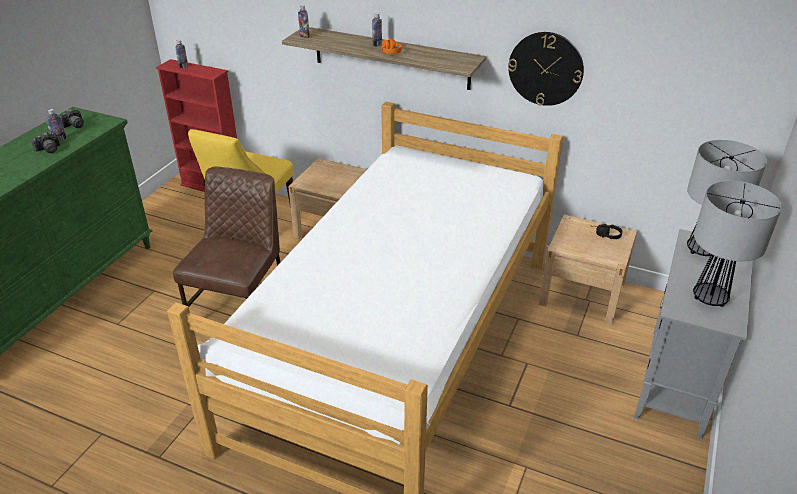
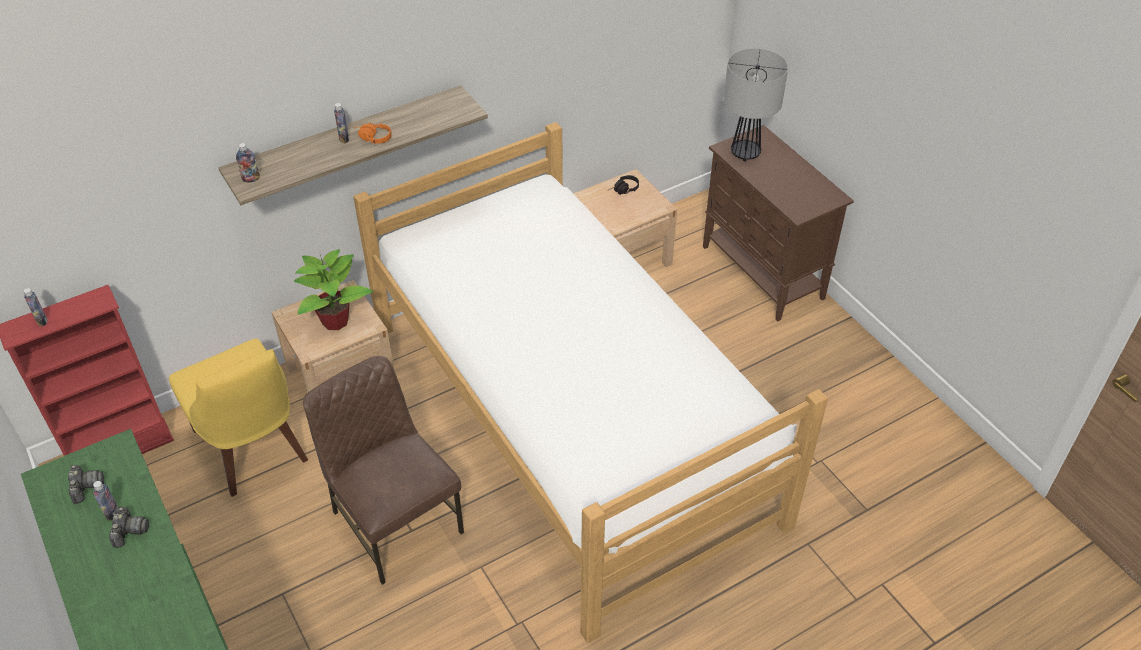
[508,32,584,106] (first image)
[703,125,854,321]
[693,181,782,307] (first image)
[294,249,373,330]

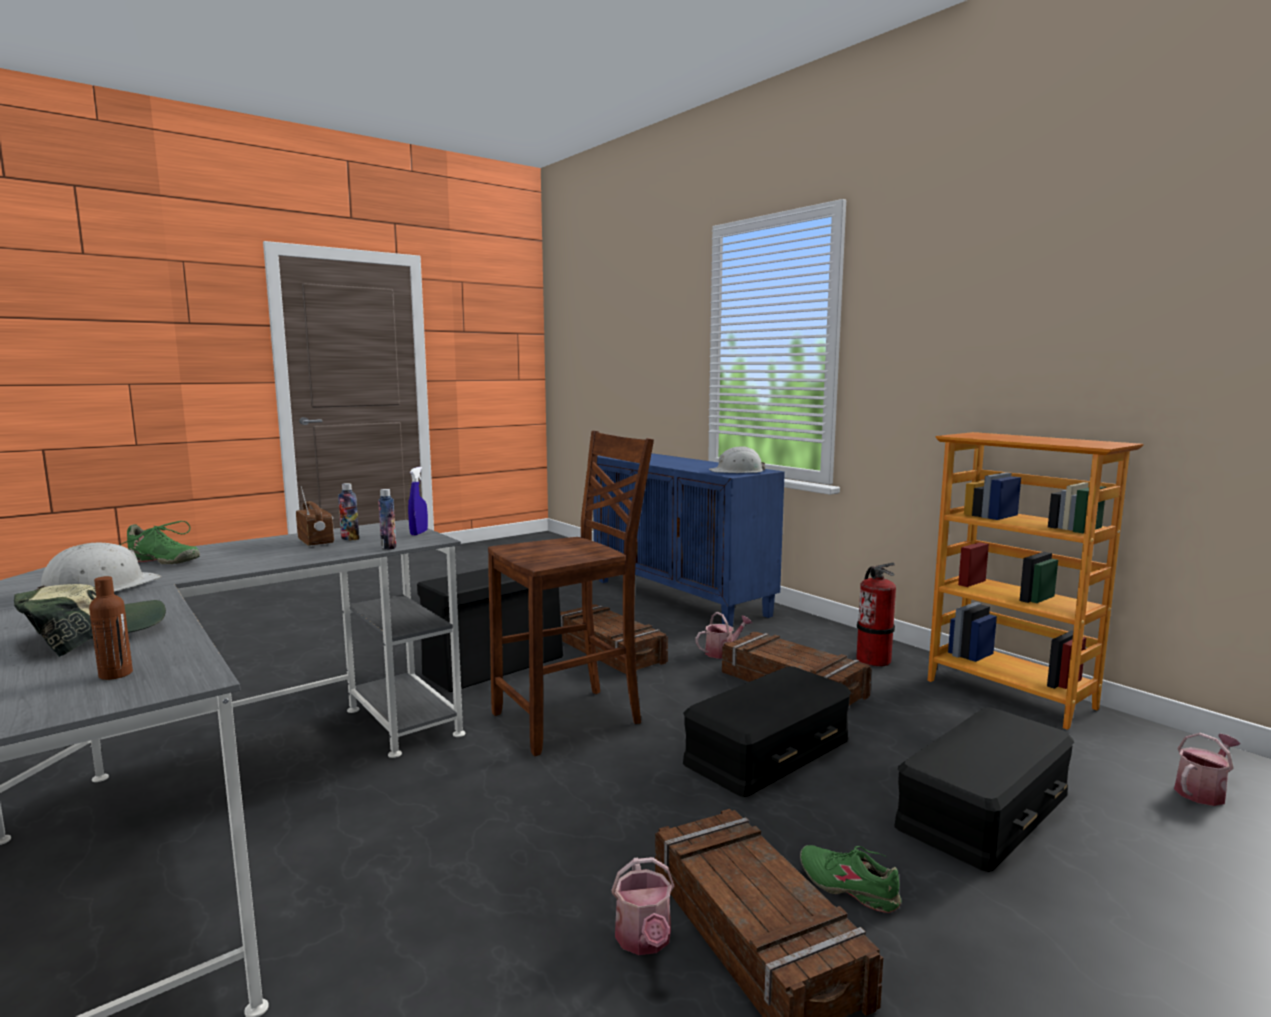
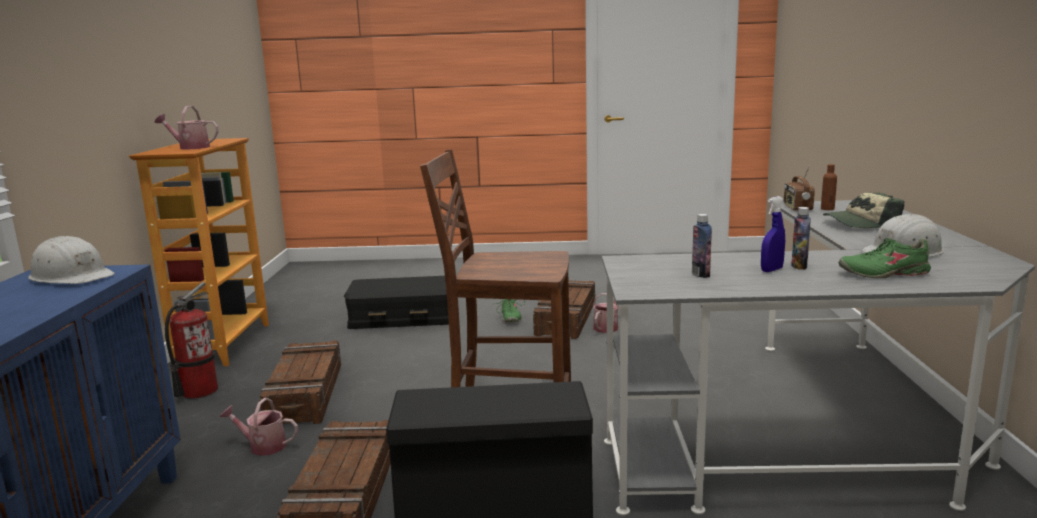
[838,238,931,278]
[784,165,815,211]
[791,207,811,269]
[761,196,785,272]
[683,666,851,797] (first image)
[155,106,219,150]

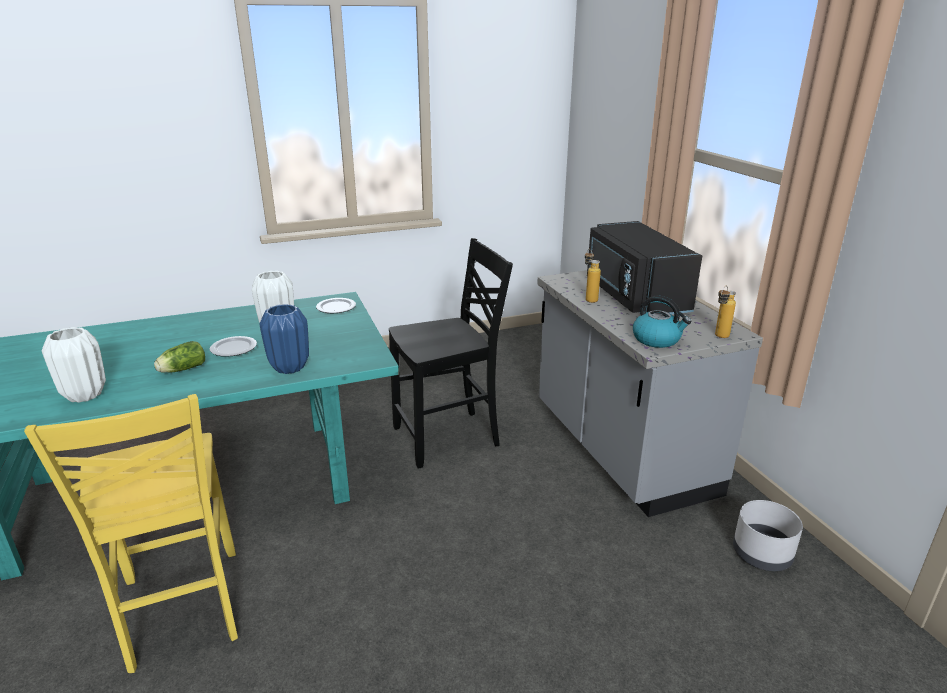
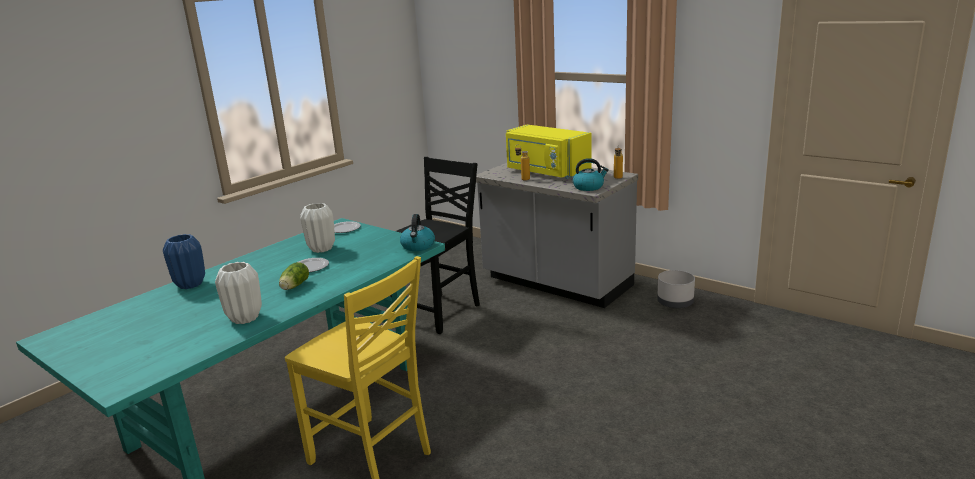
[163,234,205,289]
[506,125,592,179]
[400,214,435,251]

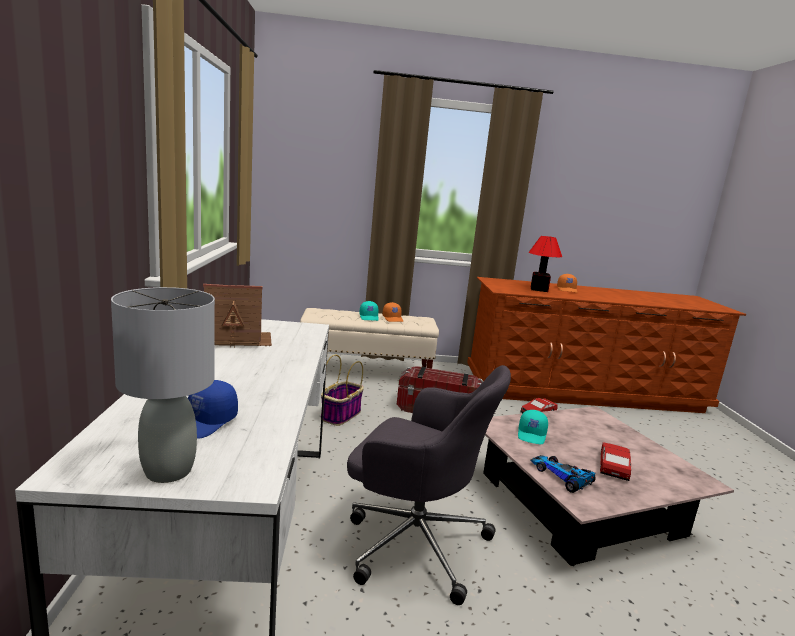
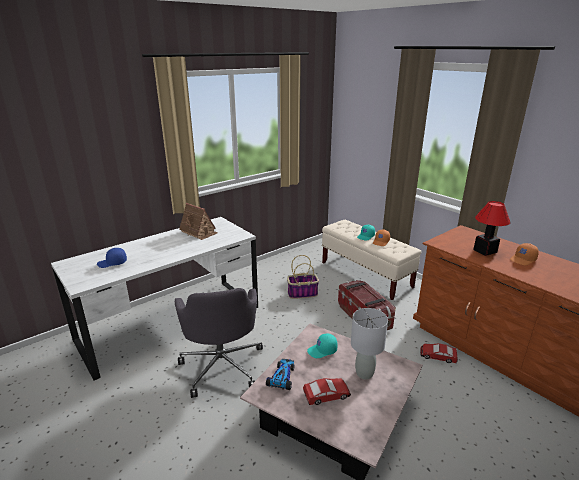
[351,308,388,379]

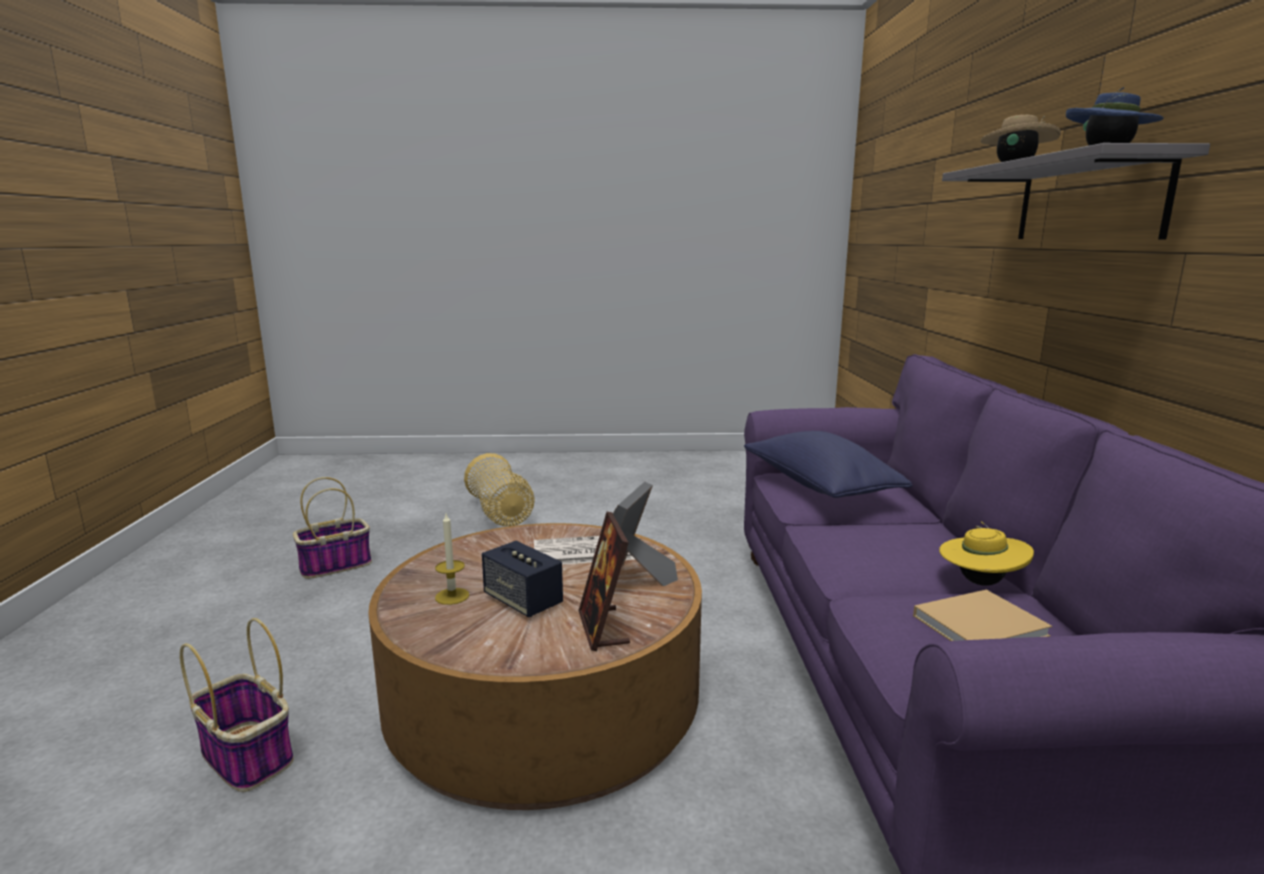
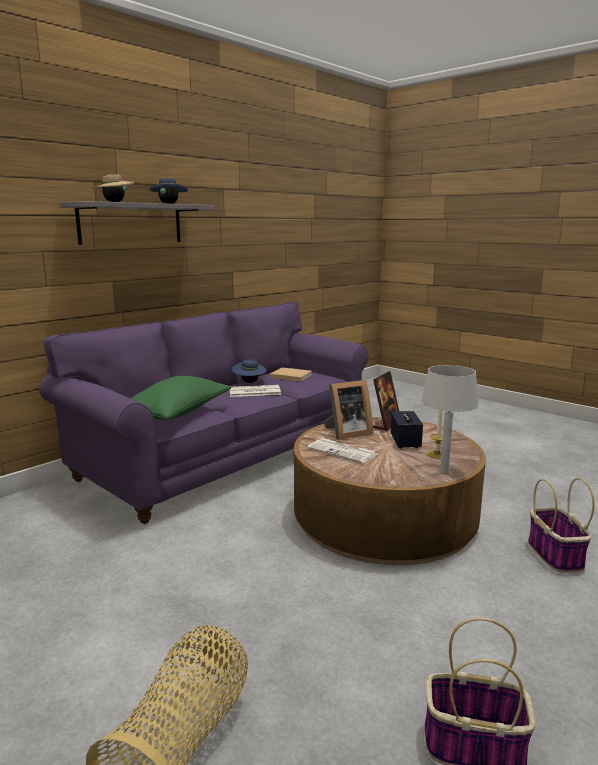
[131,376,231,420]
[232,359,267,383]
[230,385,281,397]
[421,365,479,473]

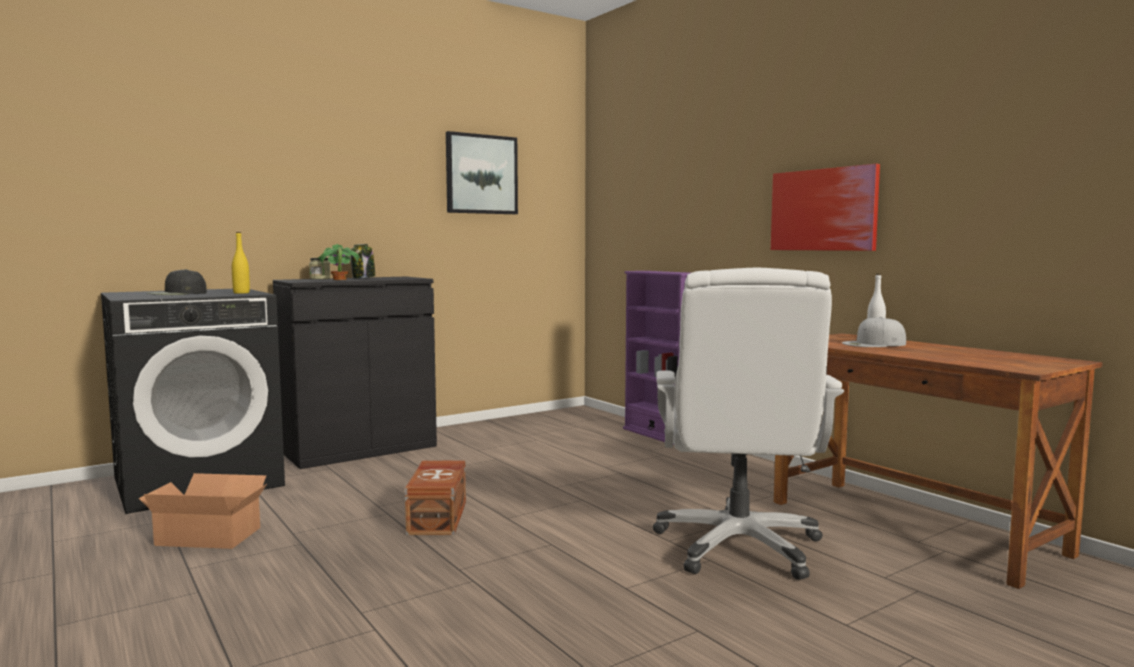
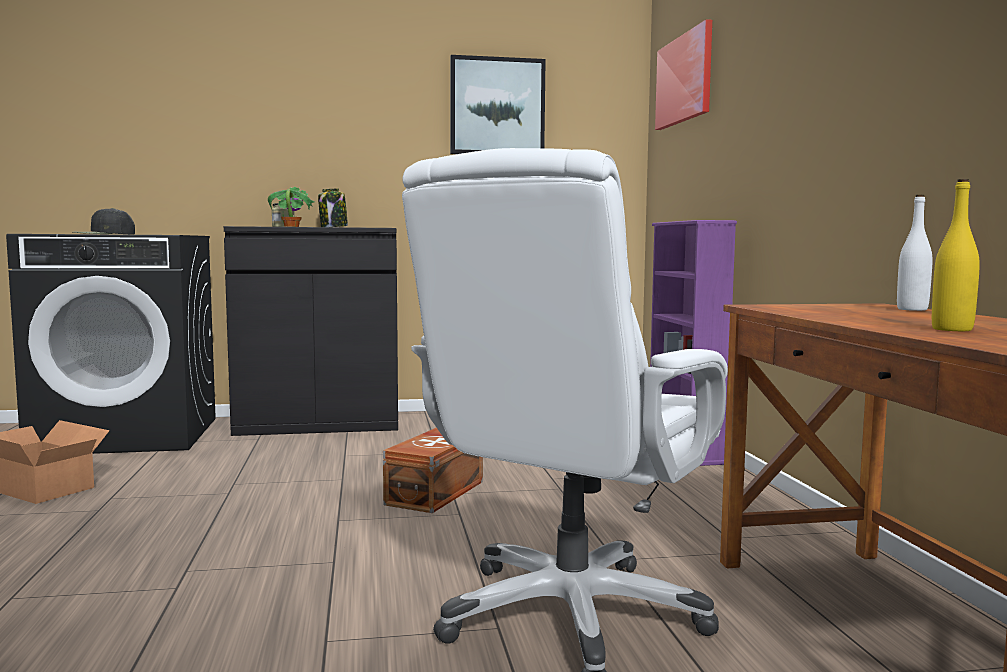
[932,179,980,331]
[383,428,483,513]
[655,19,712,130]
[842,317,906,347] (first image)

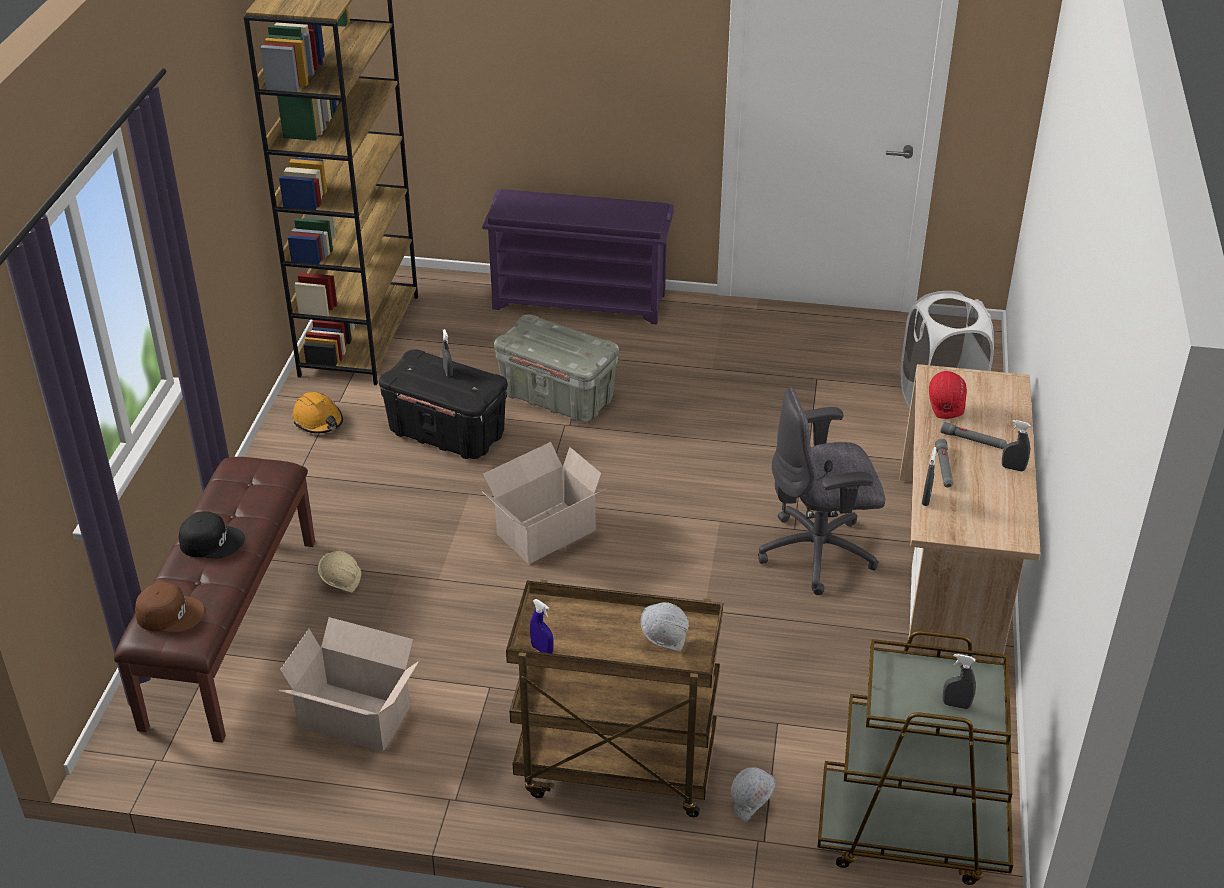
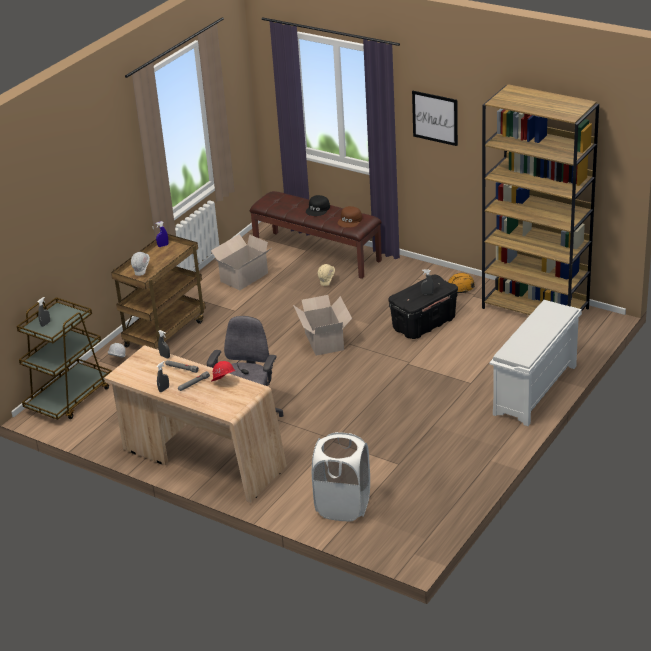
[338,206,362,228]
[489,300,582,426]
[494,315,619,422] (first image)
[412,91,458,146]

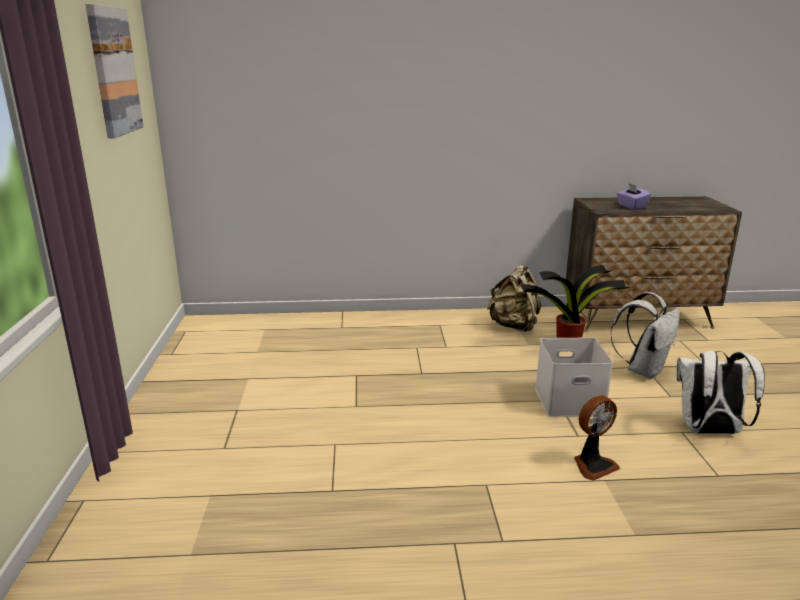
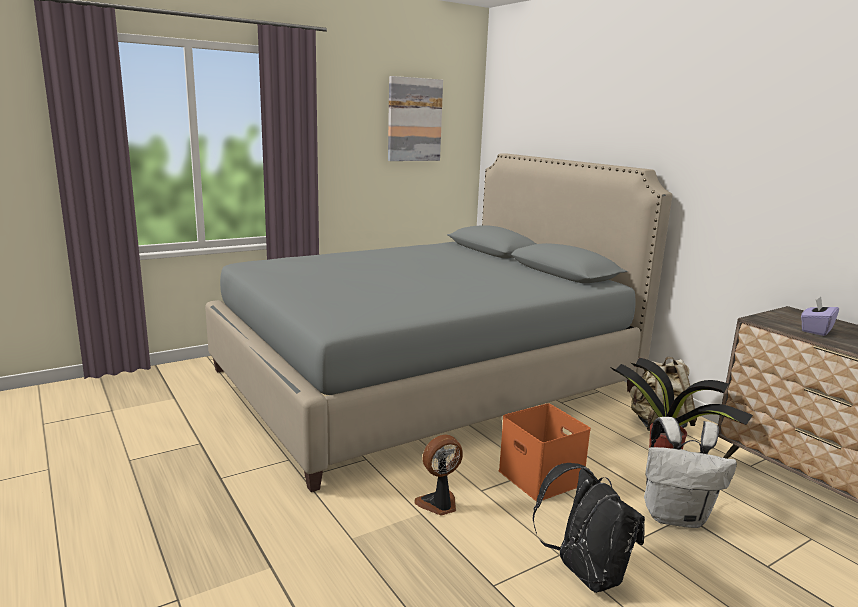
[499,403,591,501]
[414,435,463,516]
[533,463,645,593]
[205,153,672,492]

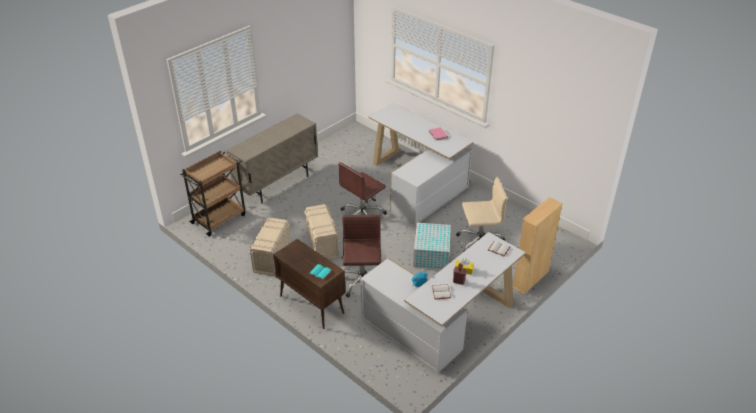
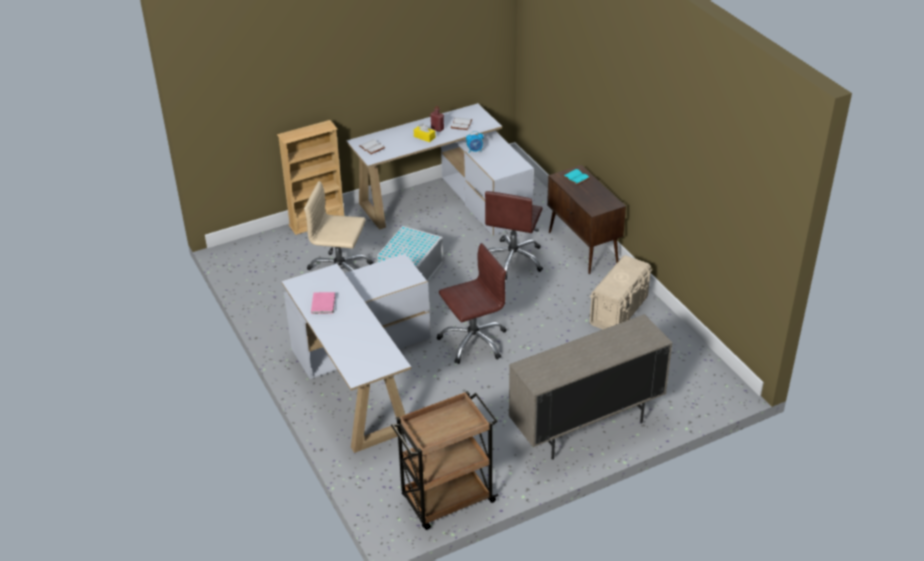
[391,391,499,530]
[304,204,339,259] (first image)

